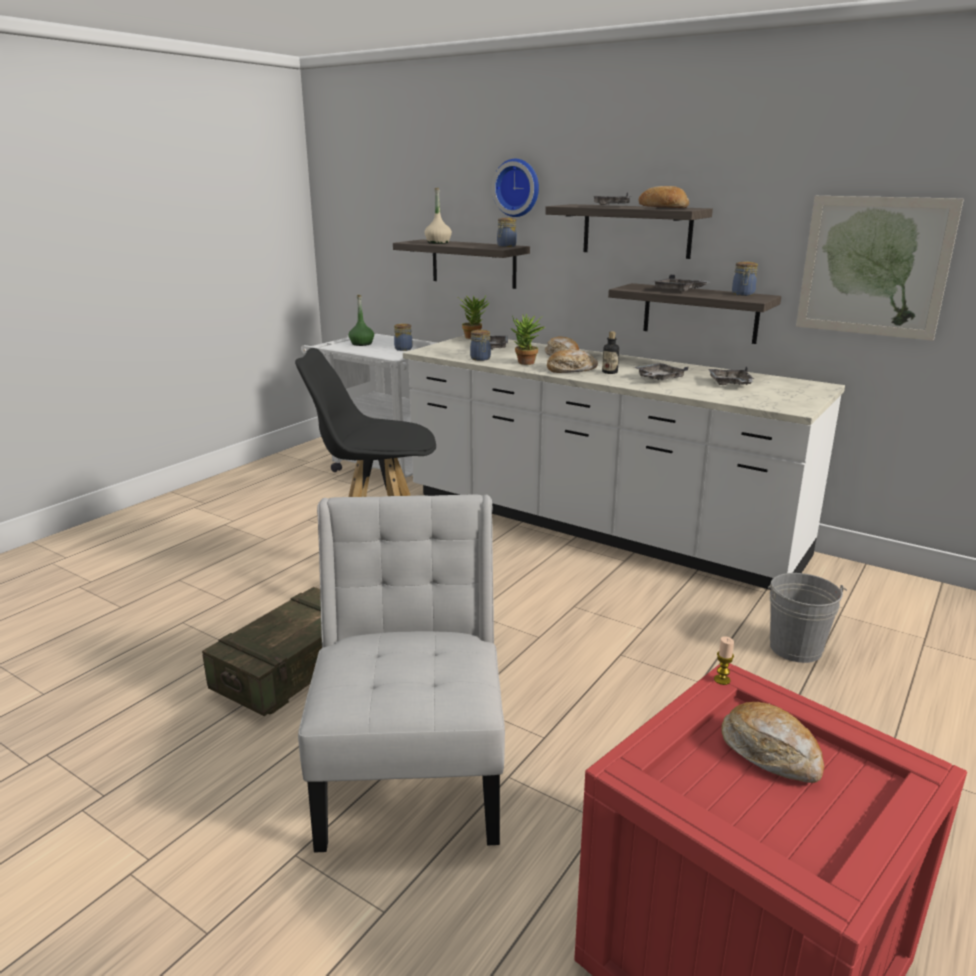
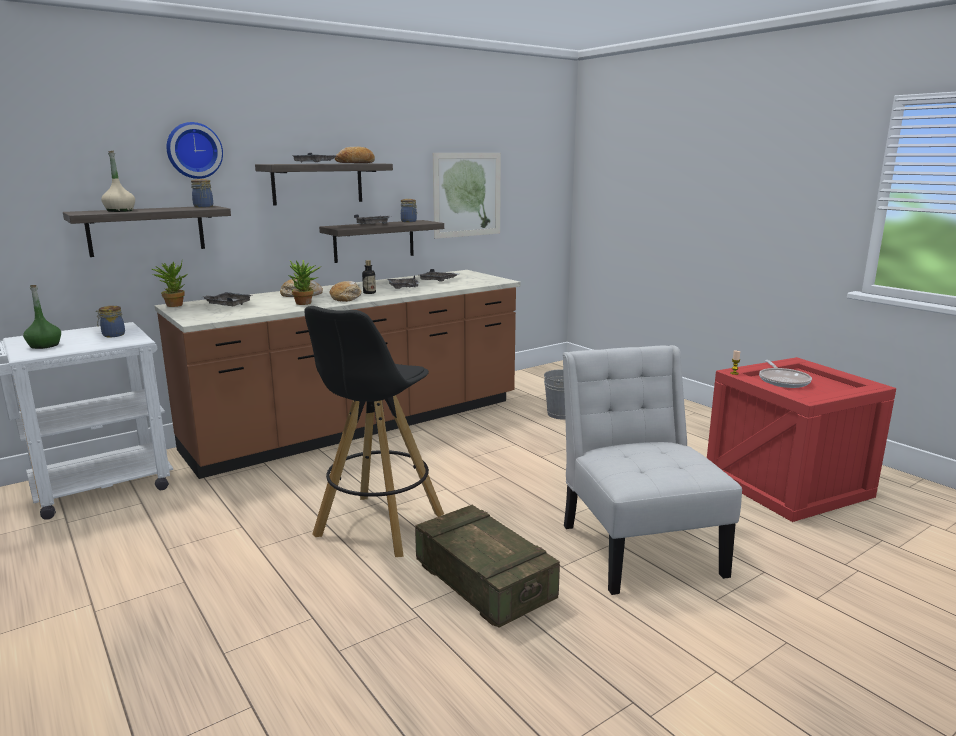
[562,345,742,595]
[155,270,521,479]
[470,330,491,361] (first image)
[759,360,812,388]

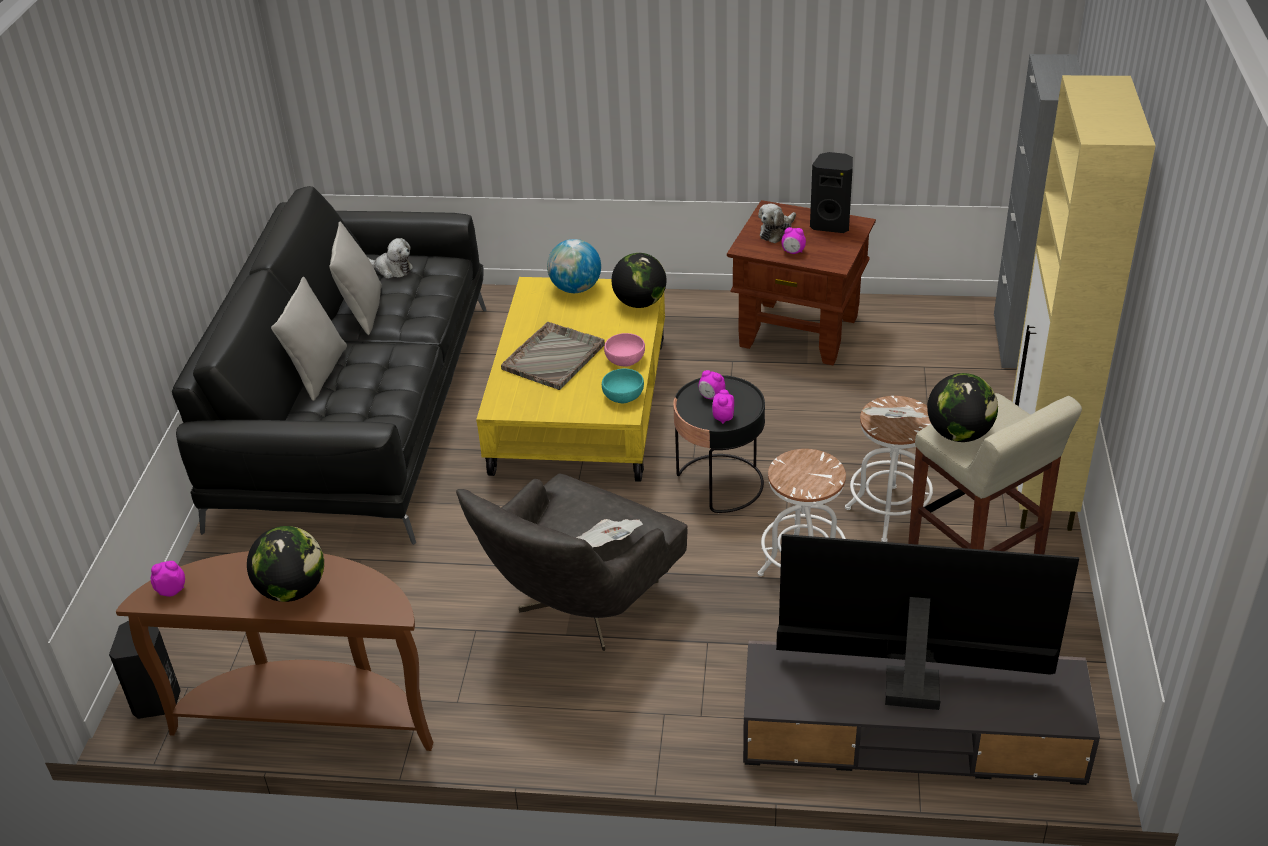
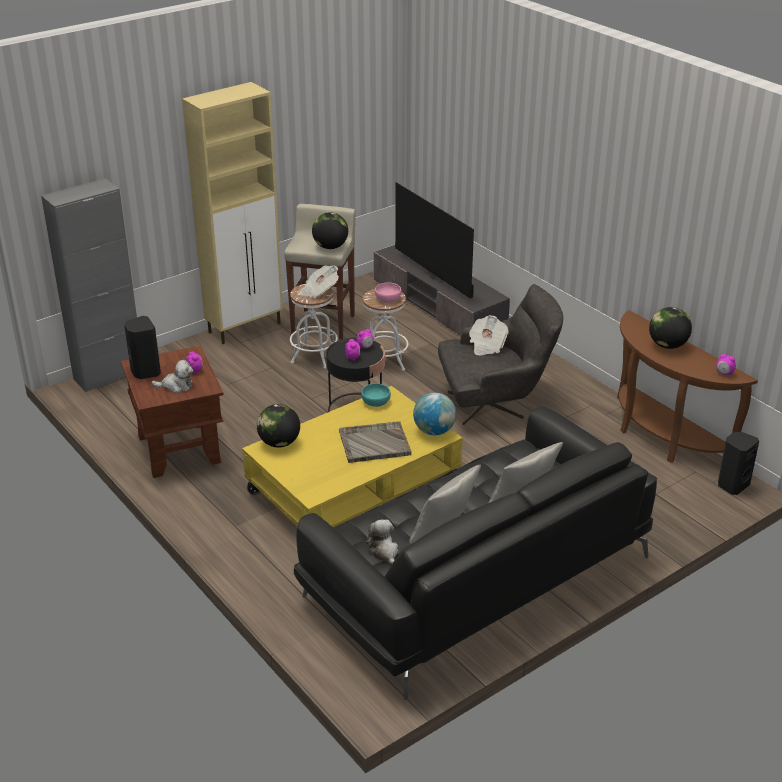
[413,393,456,435]
[375,282,402,303]

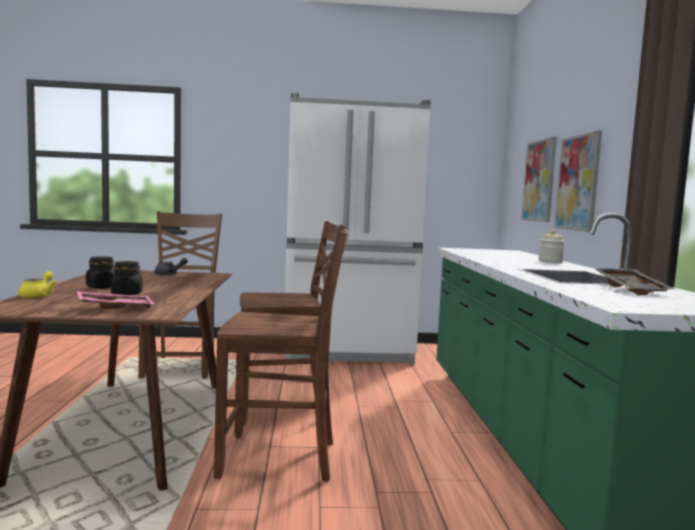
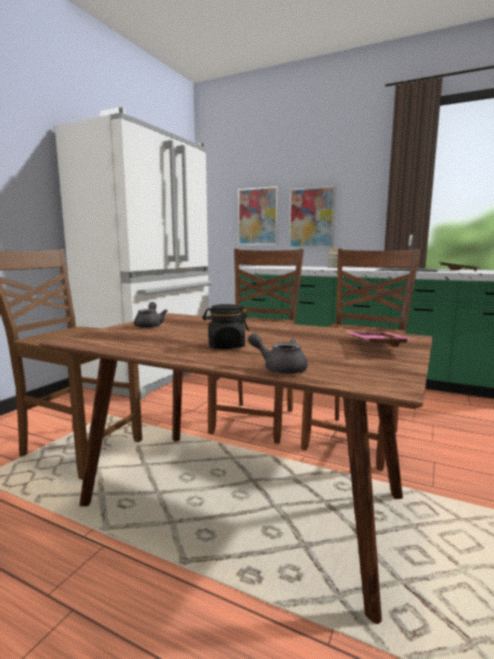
[248,333,307,374]
[111,261,142,295] (first image)

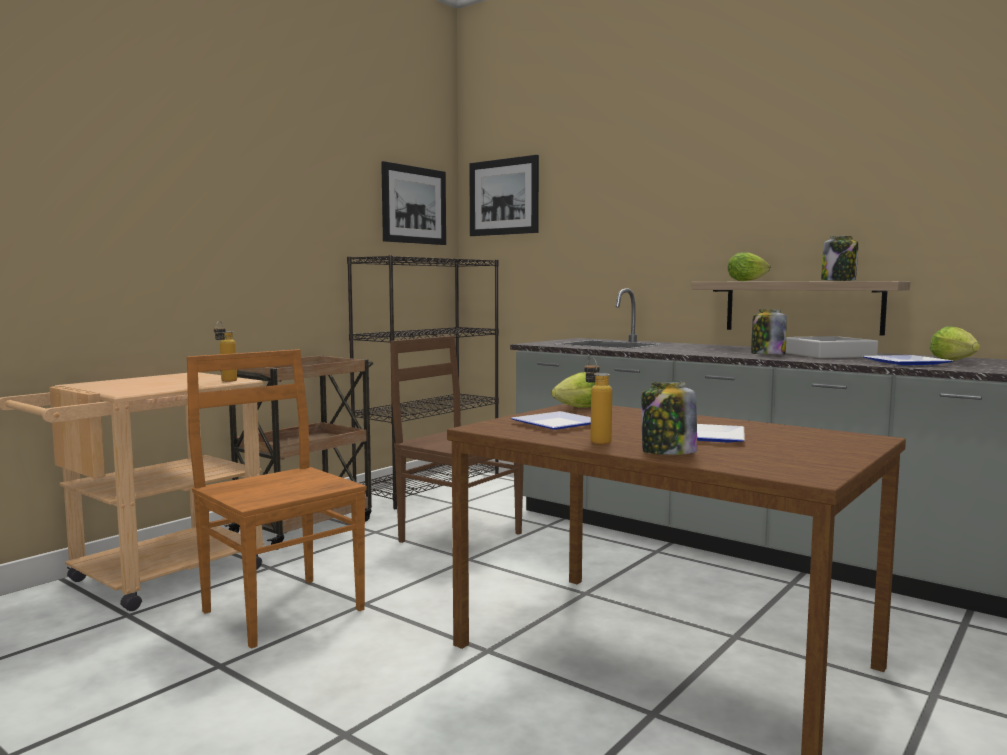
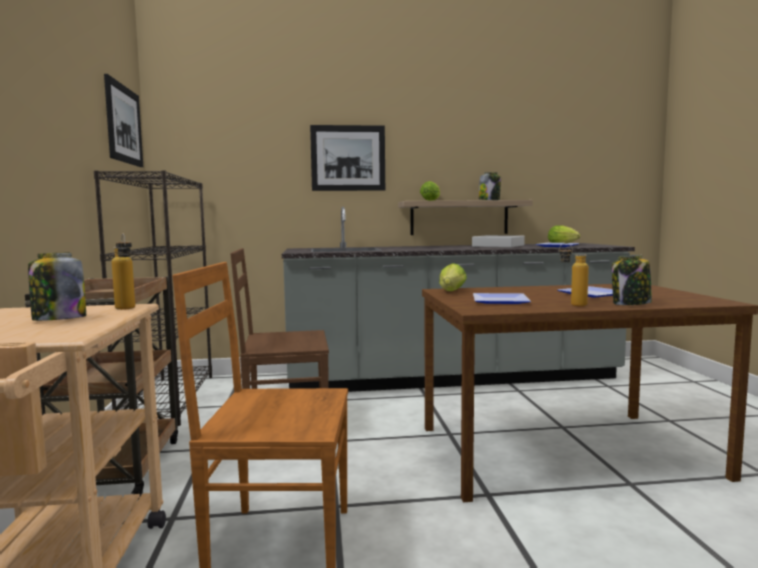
[310,125,385,191]
[28,253,86,321]

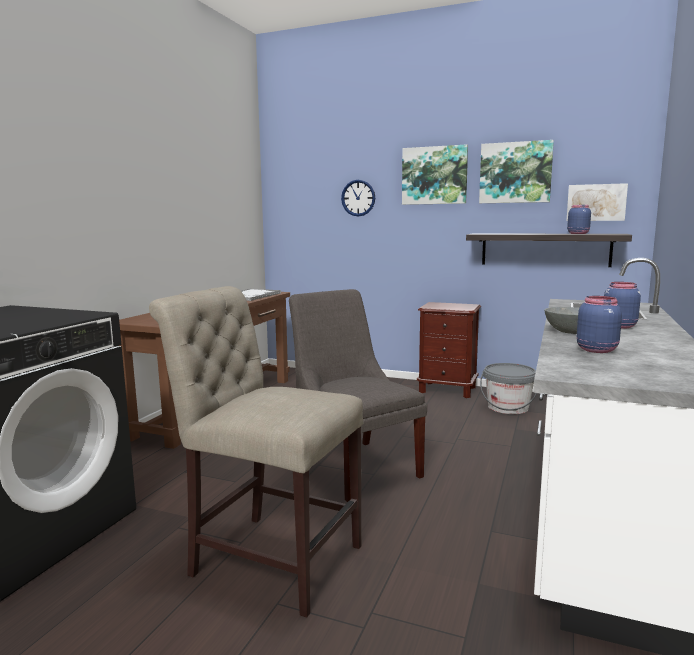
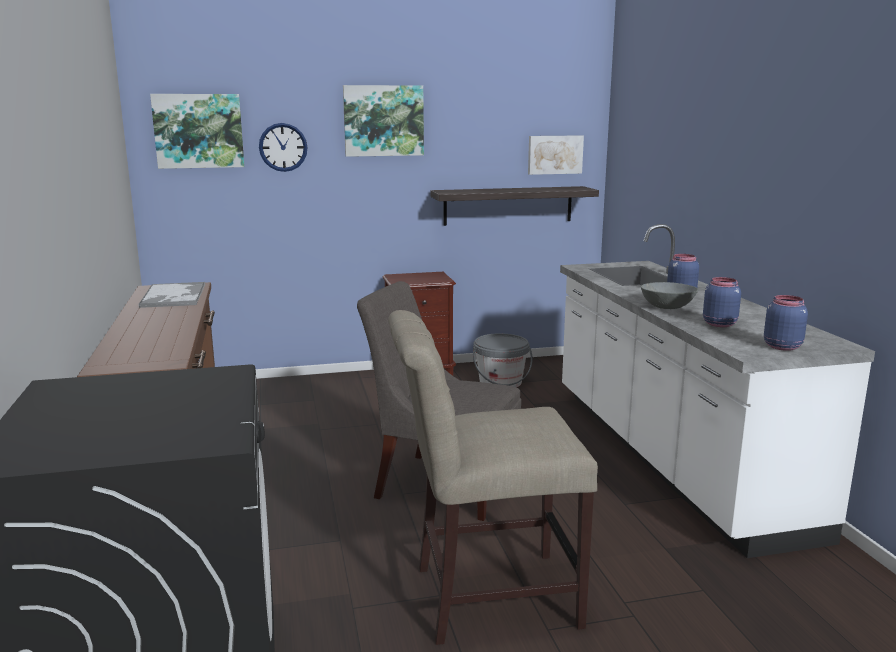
[150,94,244,169]
[764,295,808,351]

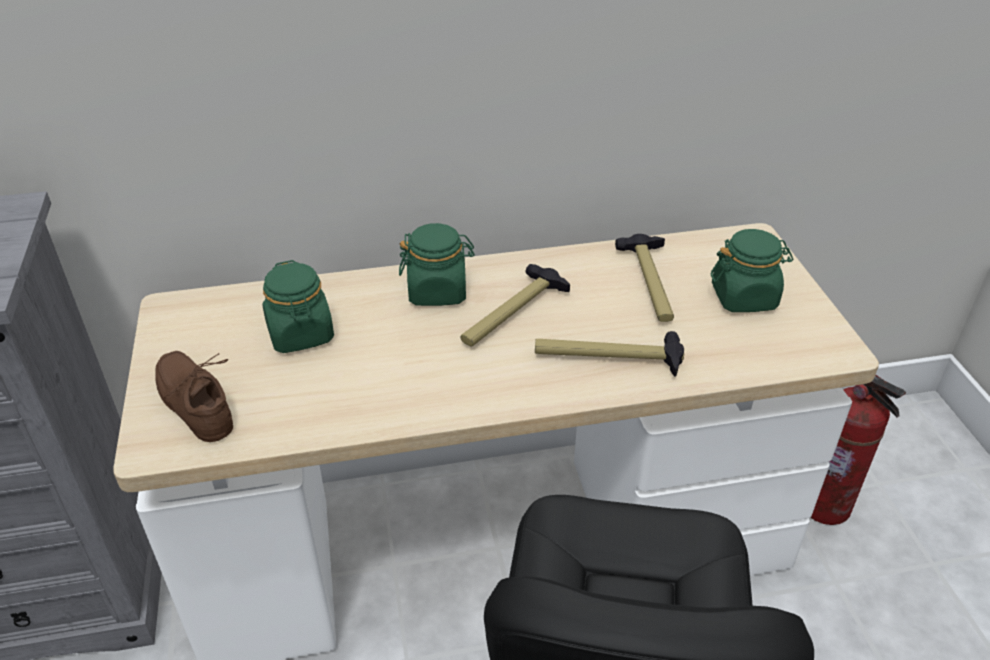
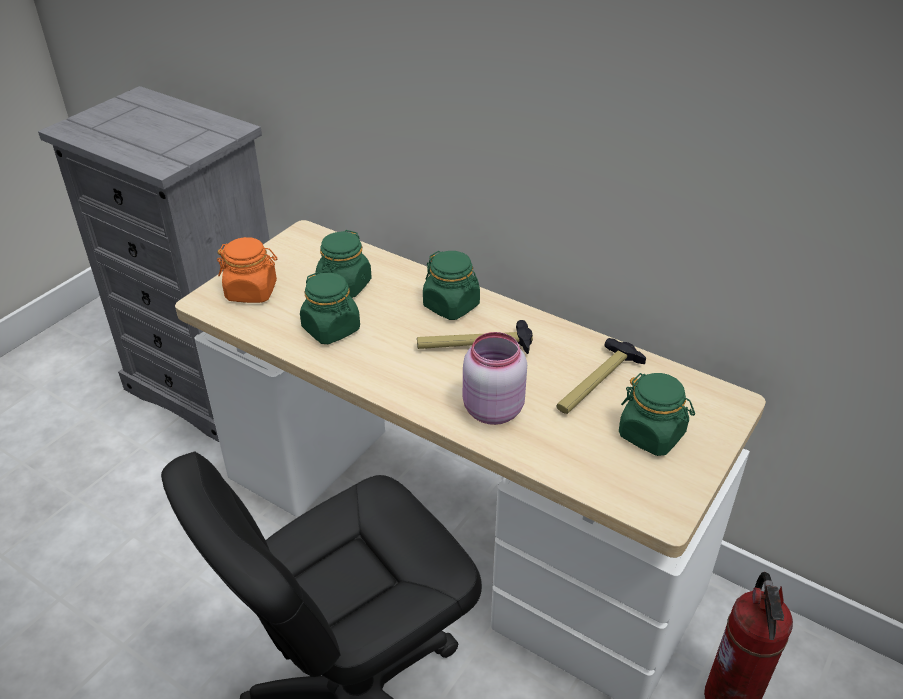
[217,237,277,303]
[463,332,527,425]
[300,272,360,344]

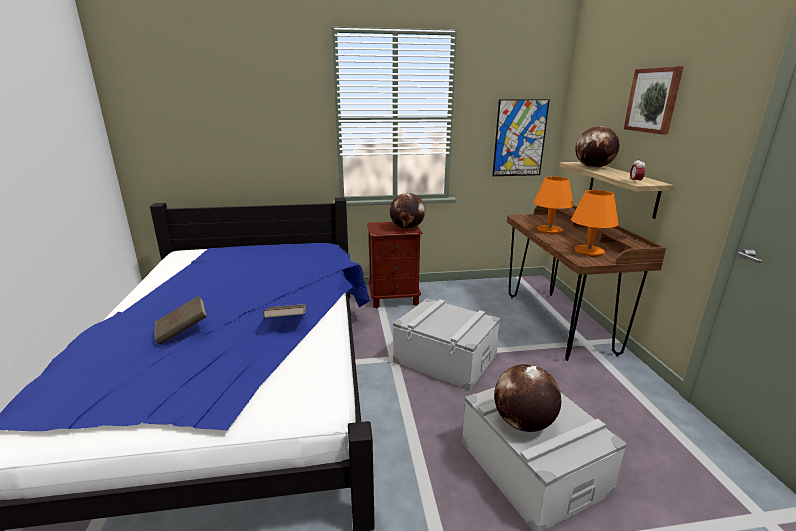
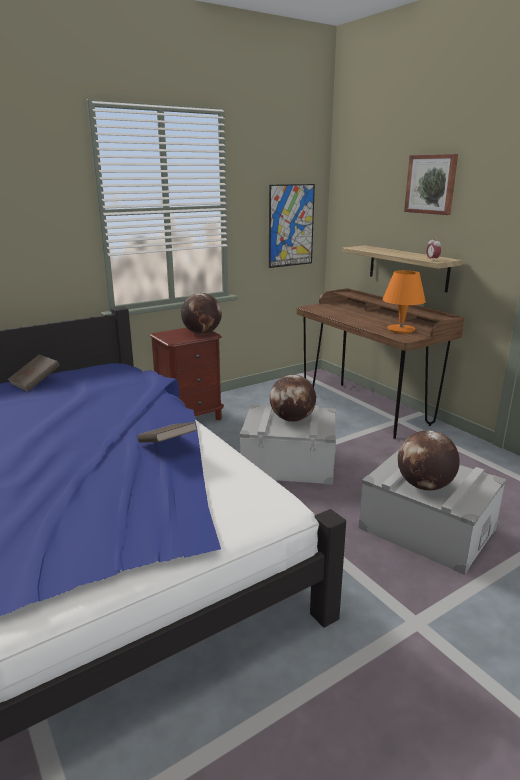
[7,354,60,392]
[533,177,574,234] (first image)
[270,375,316,422]

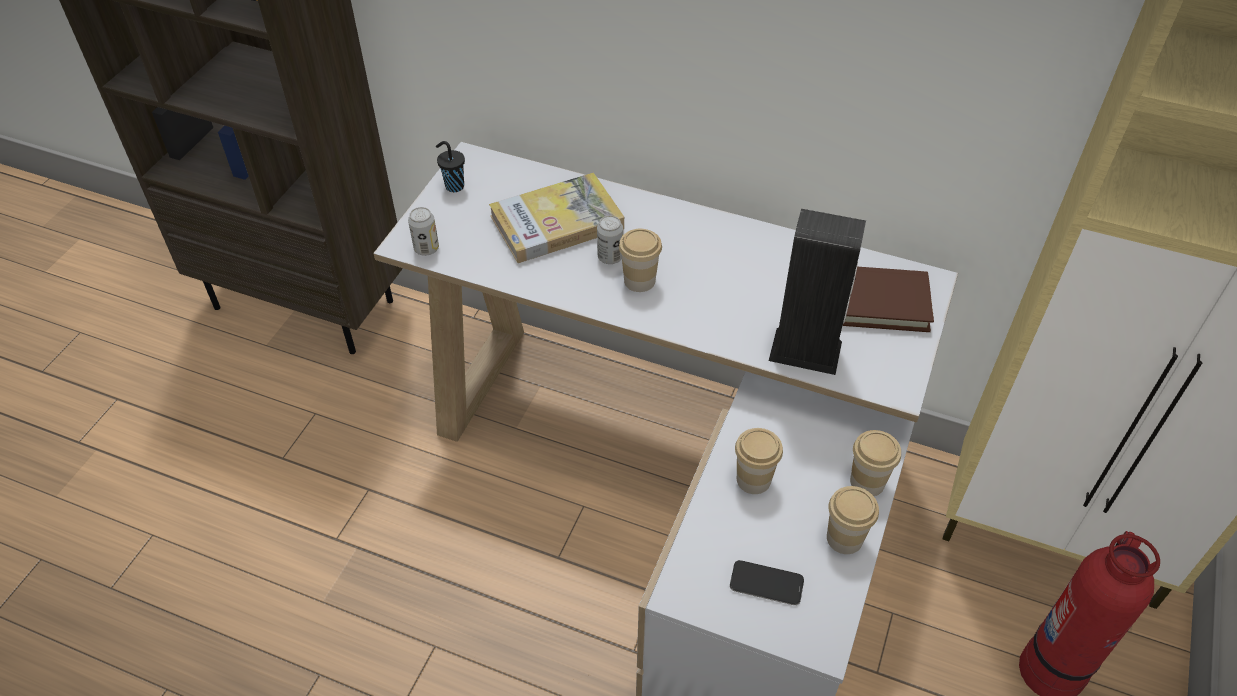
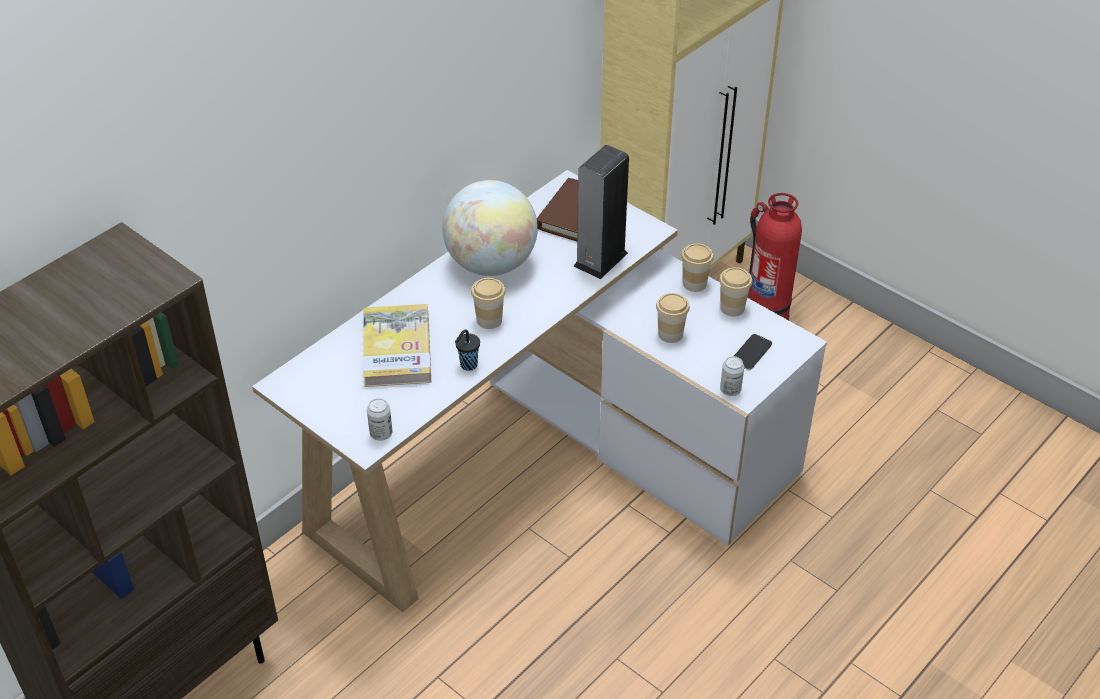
[455,329,480,371]
[720,356,744,396]
[442,180,538,276]

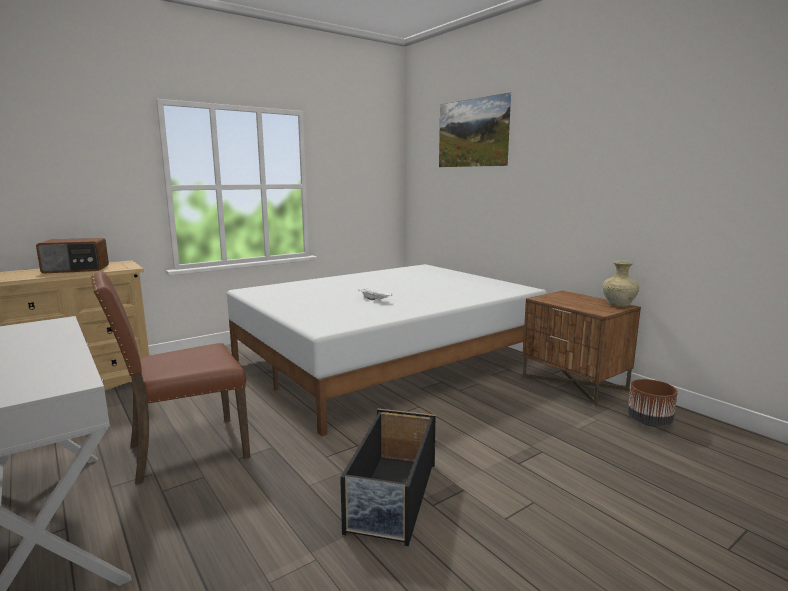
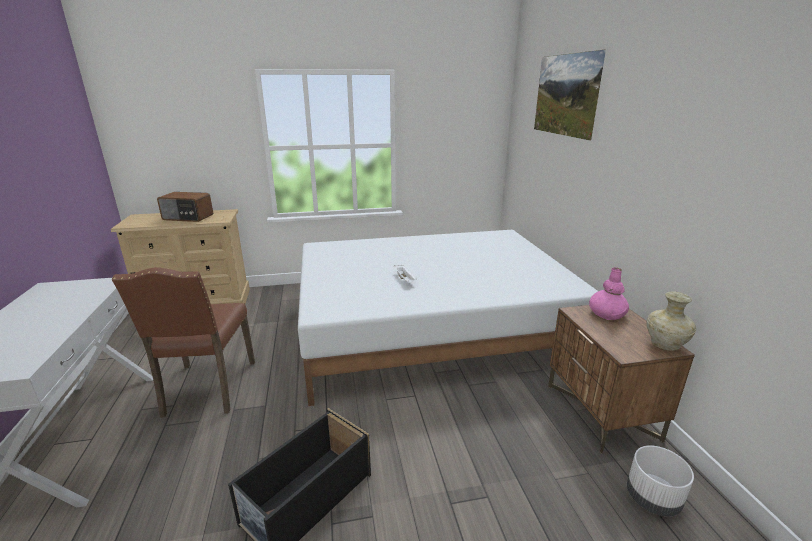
[112,267,255,418]
[627,445,694,517]
[589,267,629,320]

